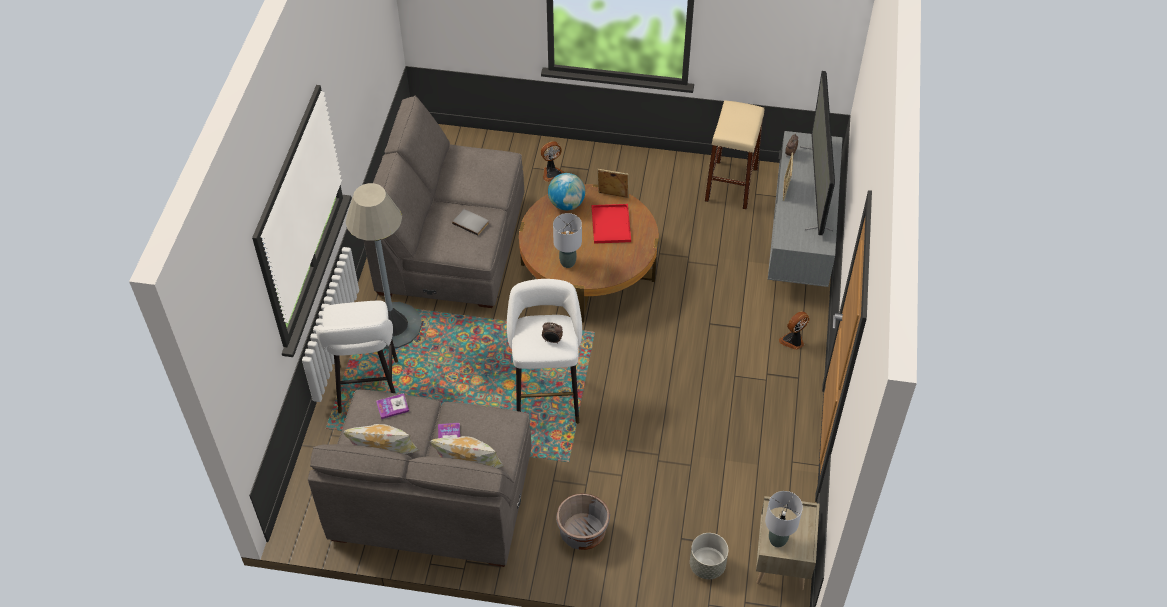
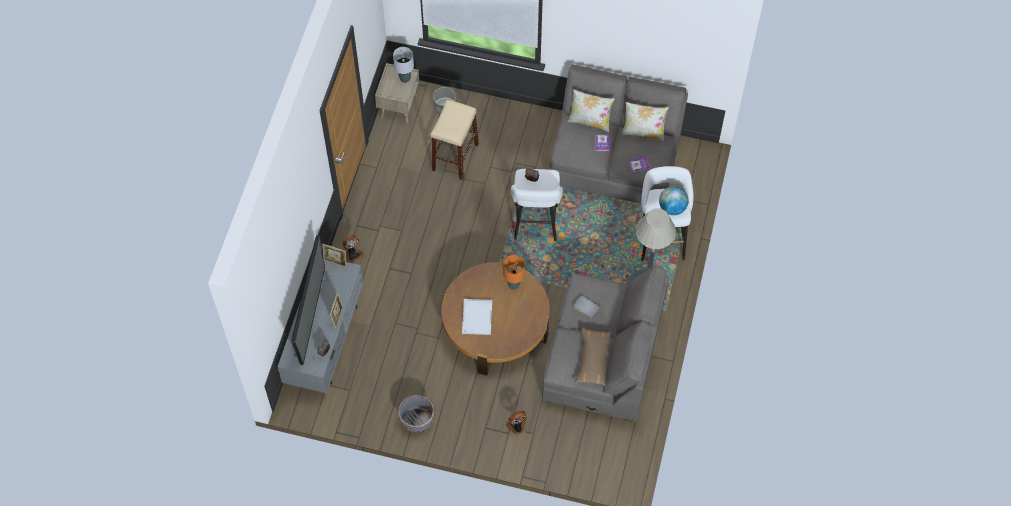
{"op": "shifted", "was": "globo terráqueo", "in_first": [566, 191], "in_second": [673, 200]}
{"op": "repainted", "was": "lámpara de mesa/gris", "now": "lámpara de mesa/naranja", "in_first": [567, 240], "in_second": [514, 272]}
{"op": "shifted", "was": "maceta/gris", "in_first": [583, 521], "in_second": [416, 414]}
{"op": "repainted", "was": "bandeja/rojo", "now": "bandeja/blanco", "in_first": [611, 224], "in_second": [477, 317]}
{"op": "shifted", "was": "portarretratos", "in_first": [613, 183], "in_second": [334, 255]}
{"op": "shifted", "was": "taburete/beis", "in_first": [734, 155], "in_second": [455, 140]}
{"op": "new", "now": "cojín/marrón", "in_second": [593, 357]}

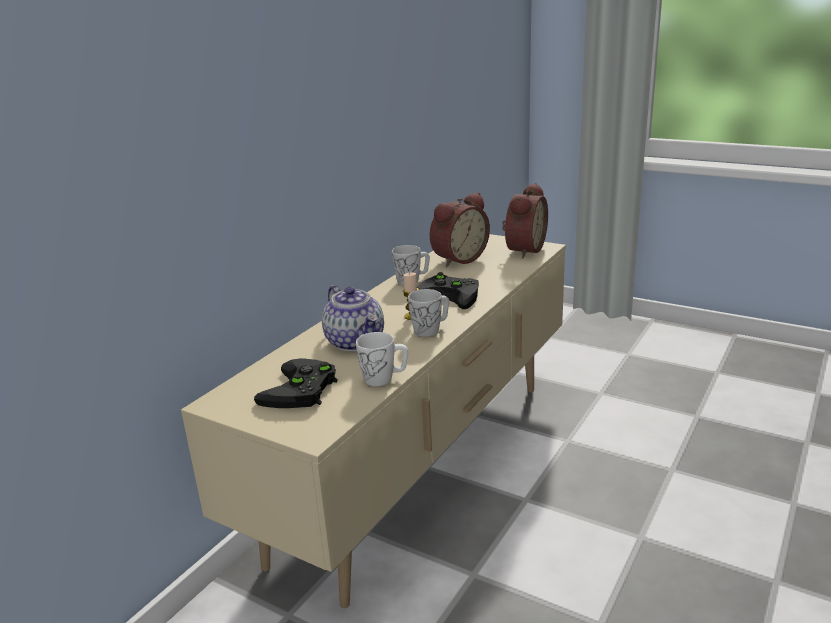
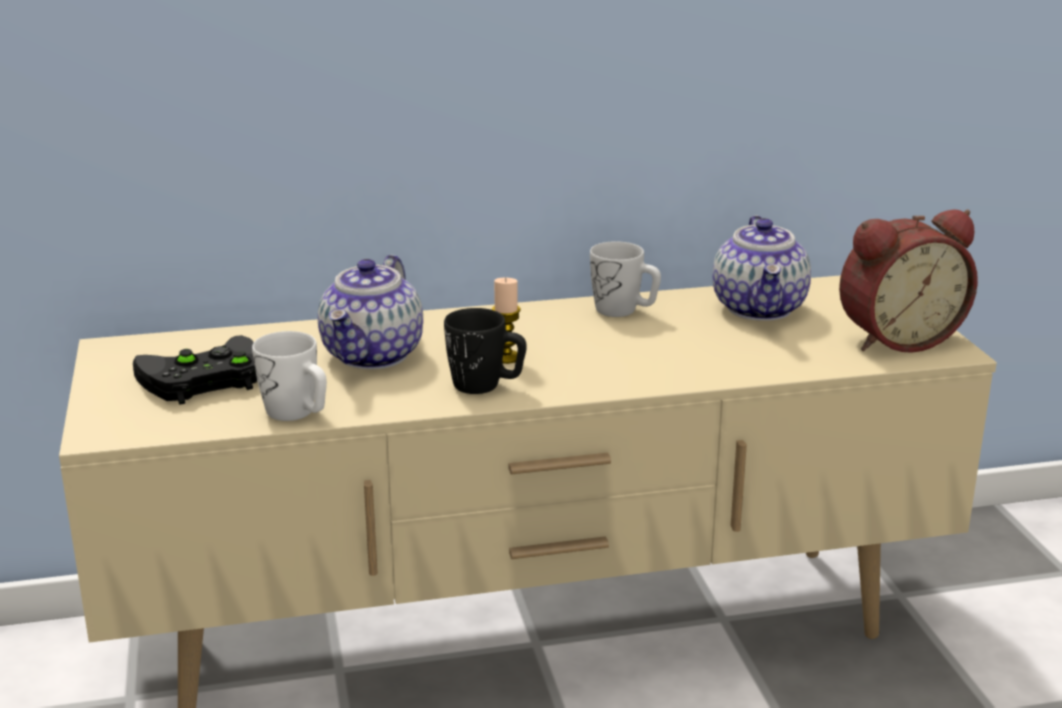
{"op": "repainted", "was": "taza grande/blanco", "now": "taza grande/negro", "in_first": [428, 313], "in_second": [485, 351]}
{"op": "gone", "was": "mando de consola/negro", "in_first": [448, 290]}
{"op": "swapped", "was": "despertador", "now": "tetera", "in_first": [460, 230], "in_second": [762, 268]}

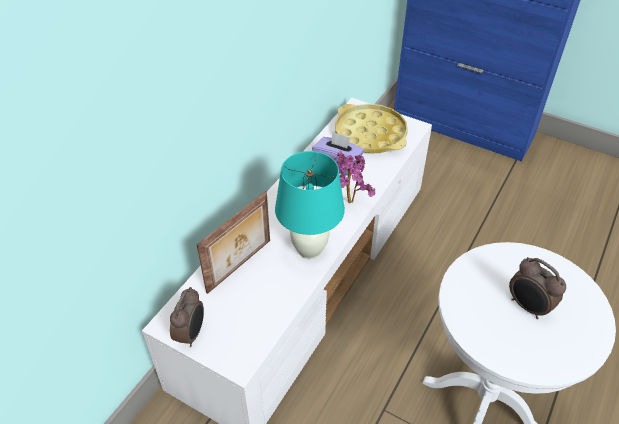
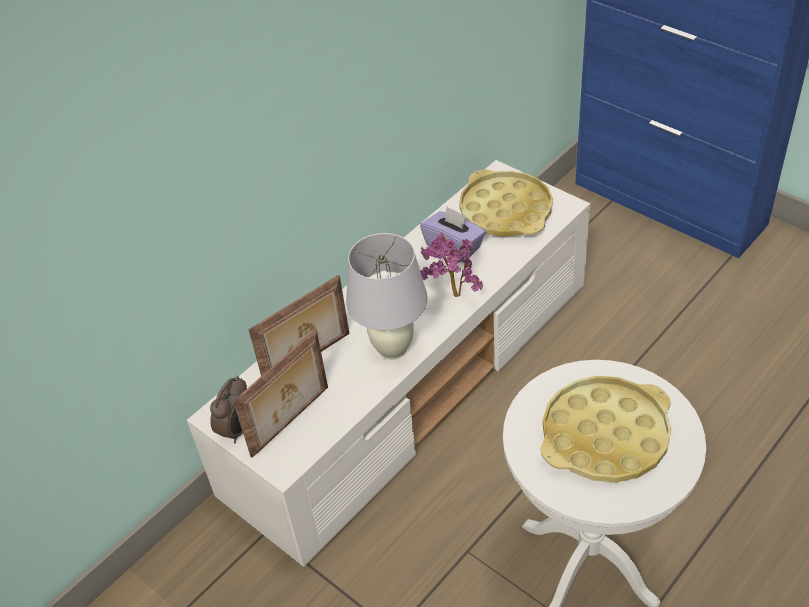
{"op": "repainted", "was": "lámpara de mesa/turquesa", "now": "lámpara de mesa/blanco", "in_first": [310, 205], "in_second": [387, 296]}
{"op": "swapped", "was": "despertador", "now": "bandeja/amarillo", "in_first": [537, 288], "in_second": [605, 429]}
{"op": "new", "now": "portarretratos", "in_second": [280, 393]}

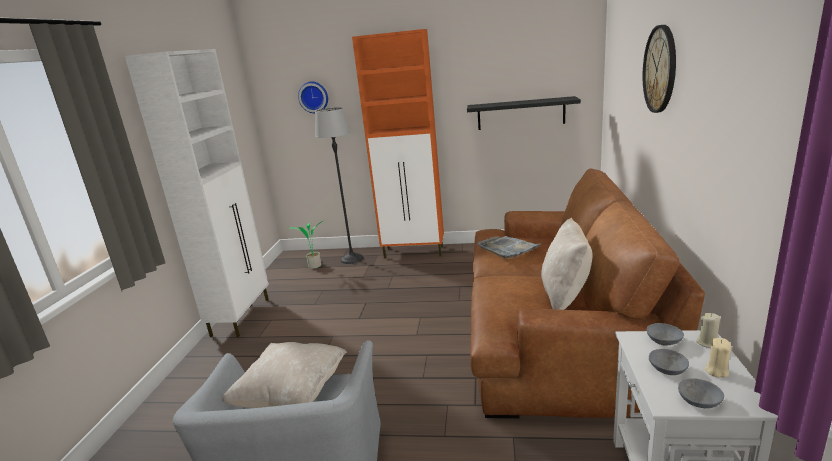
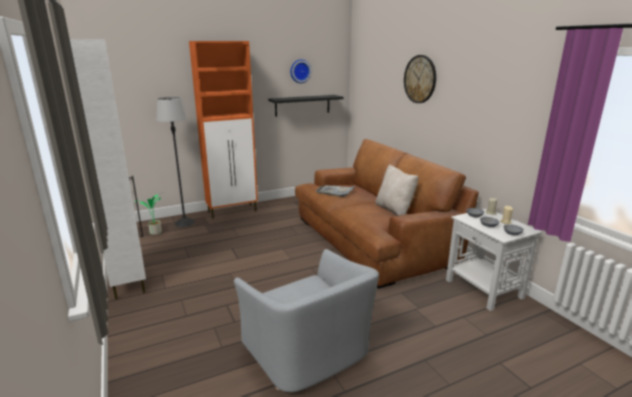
{"op": "gone", "was": "cojín/beis", "in_first": [284, 375]}
{"op": "shifted", "was": "reloj de pared", "in_first": [313, 97], "in_second": [300, 71]}

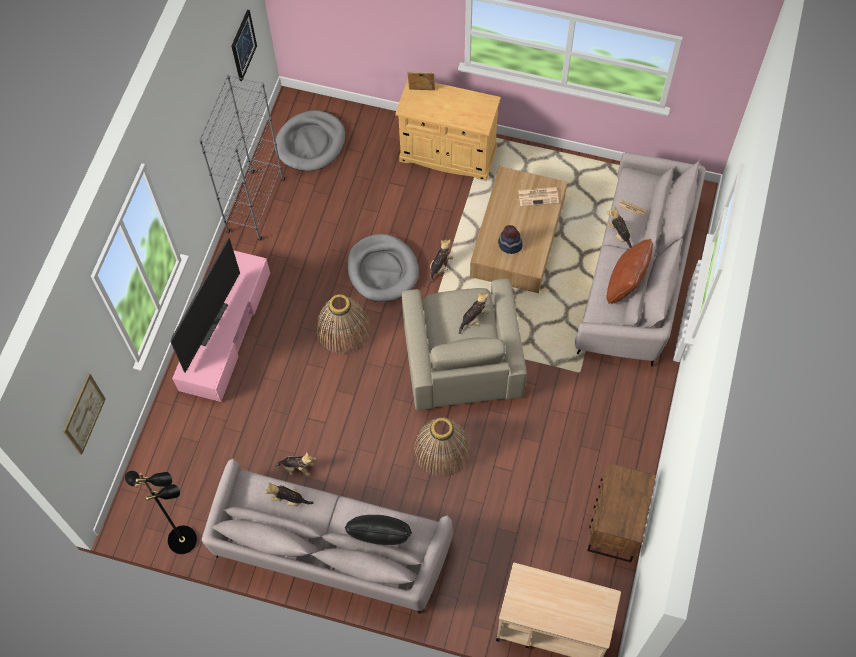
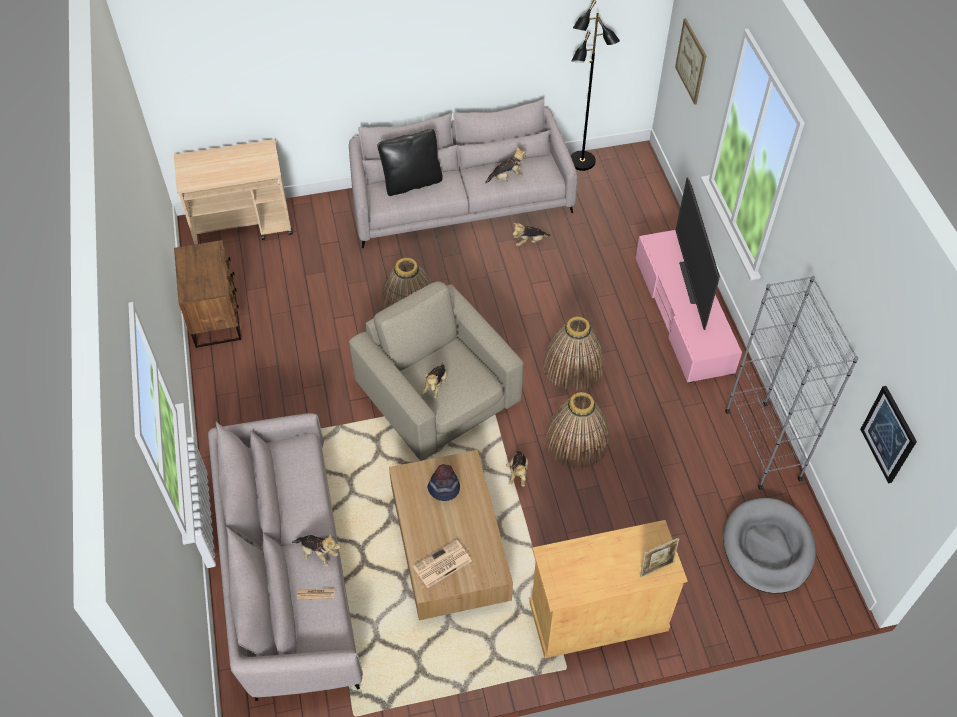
{"op": "swapped", "was": "cama para perro/gris", "now": "cesta", "in_first": [383, 268], "in_second": [576, 430]}
{"op": "gone", "was": "cojín/marrón", "in_first": [629, 271]}

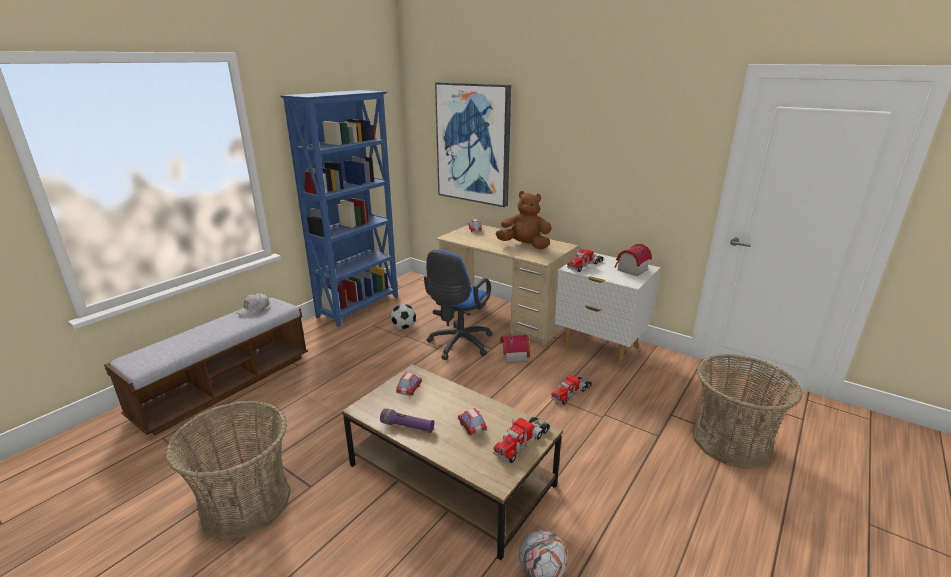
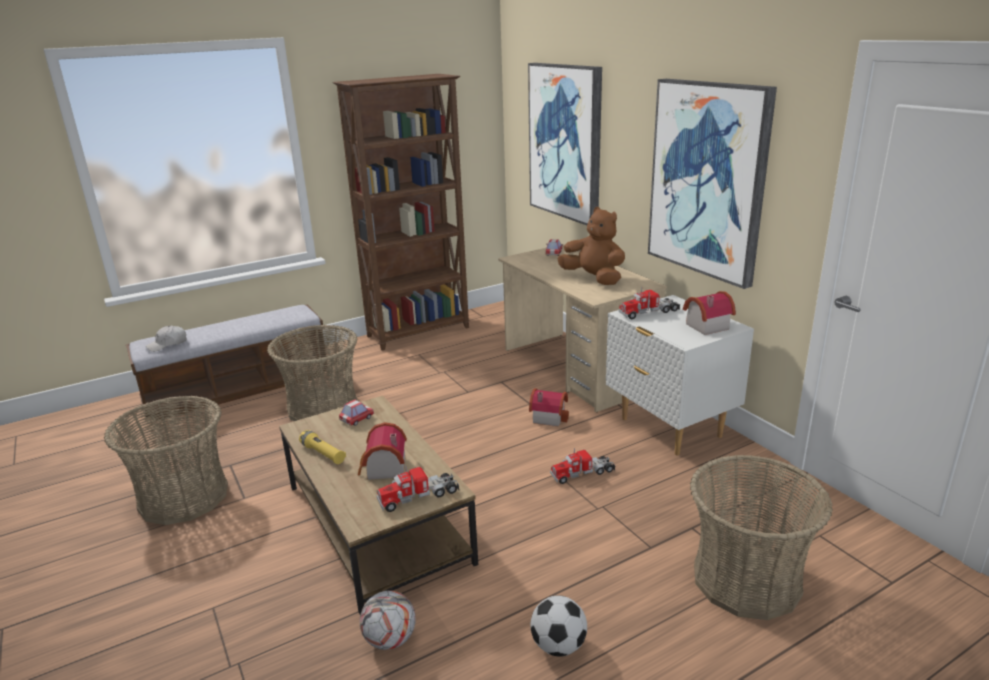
{"op": "shifted", "was": "gorra/blanco", "in_first": [252, 305], "in_second": [166, 339]}
{"op": "repainted", "was": "estantería/azul", "now": "estantería/marrón", "in_first": [339, 208], "in_second": [400, 212]}
{"op": "repainted", "was": "linterna/morado", "now": "linterna/amarillo", "in_first": [407, 421], "in_second": [322, 447]}
{"op": "shifted", "was": "balón de fútbol", "in_first": [403, 316], "in_second": [558, 625]}
{"op": "gone", "was": "silla de oficina/azul", "in_first": [458, 304]}
{"op": "swapped", "was": "coche de juguete", "now": "casita", "in_first": [472, 422], "in_second": [382, 451]}
{"op": "new", "now": "cesta", "in_second": [312, 373]}
{"op": "new", "now": "cuadro", "in_second": [712, 184]}

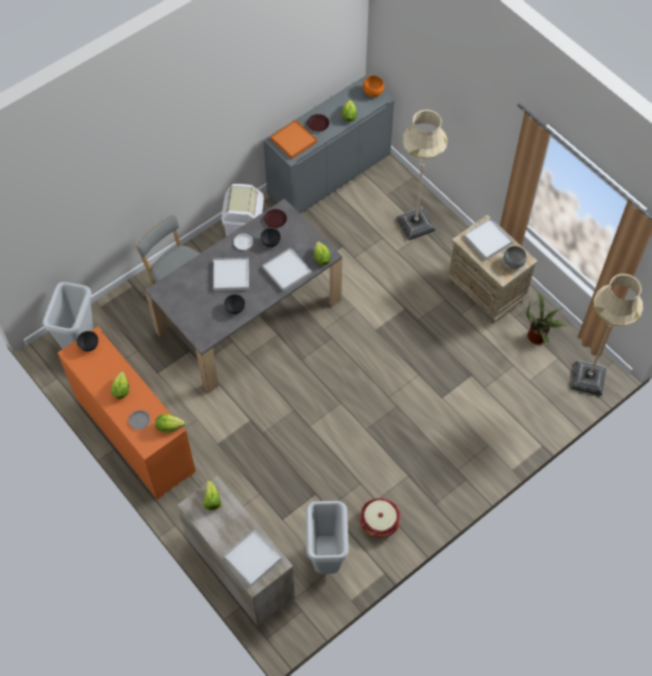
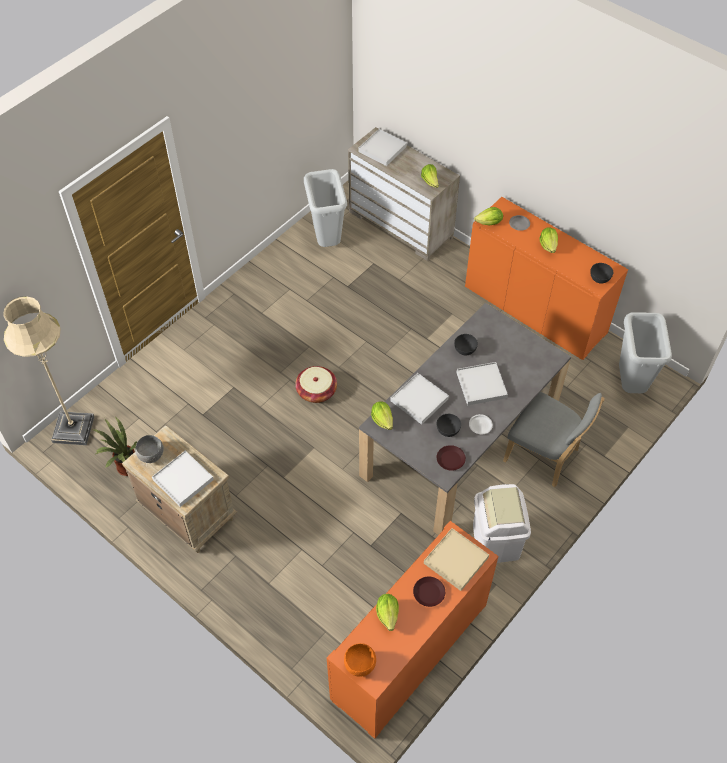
{"op": "repainted", "was": "armario/gris", "now": "armario/naranja", "in_first": [328, 144], "in_second": [412, 630]}
{"op": "repainted", "was": "bandeja/naranja", "now": "bandeja/beis", "in_first": [293, 139], "in_second": [456, 559]}
{"op": "shifted", "was": "cesta", "in_first": [380, 518], "in_second": [316, 384]}
{"op": "gone", "was": "lámpara de pie/beis", "in_first": [422, 174]}

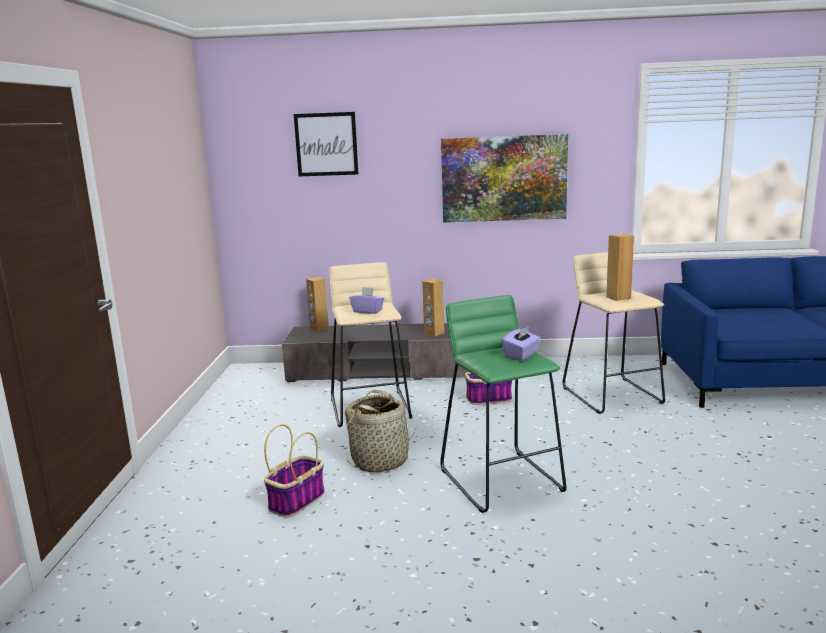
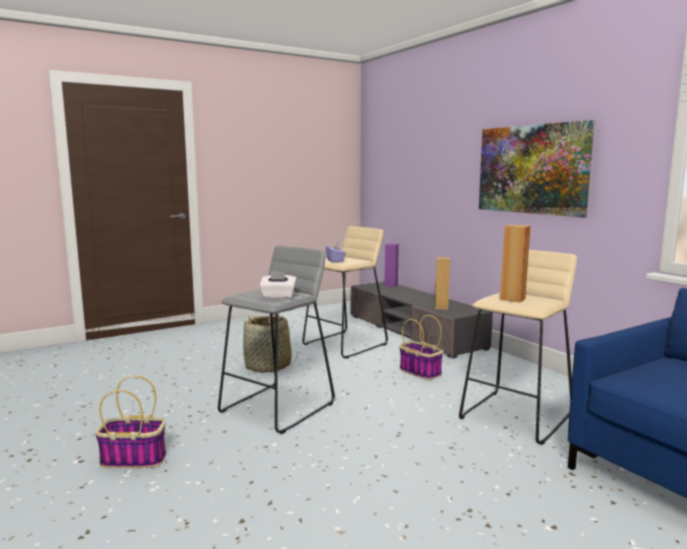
{"op": "shifted", "was": "cesta", "in_first": [294, 471], "in_second": [130, 421]}
{"op": "gone", "was": "cuadro", "in_first": [326, 144]}
{"op": "repainted", "was": "altavoz/marrón", "now": "altavoz/morado", "in_first": [317, 305], "in_second": [392, 265]}
{"op": "repainted", "was": "taburete/verde", "now": "taburete/gris", "in_first": [503, 404], "in_second": [276, 340]}
{"op": "repainted", "was": "caja de pañuelos/morado", "now": "caja de pañuelos/blanco", "in_first": [521, 343], "in_second": [278, 285]}

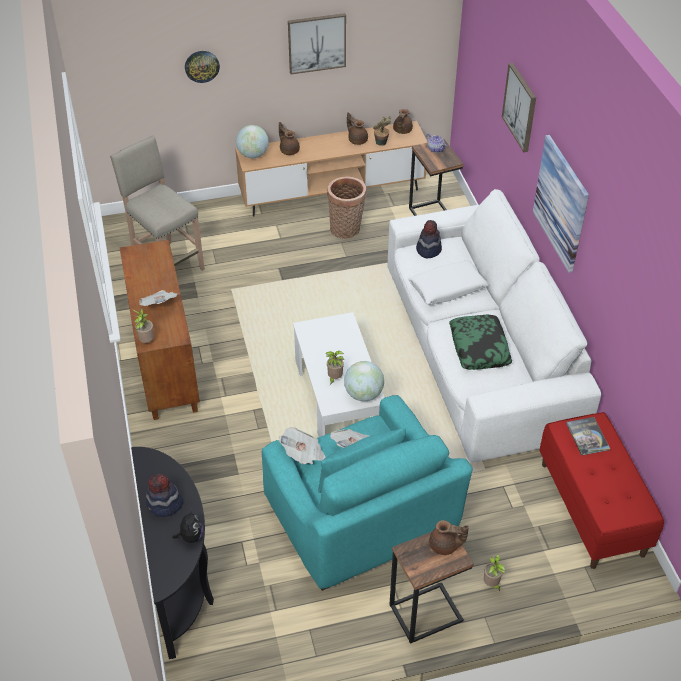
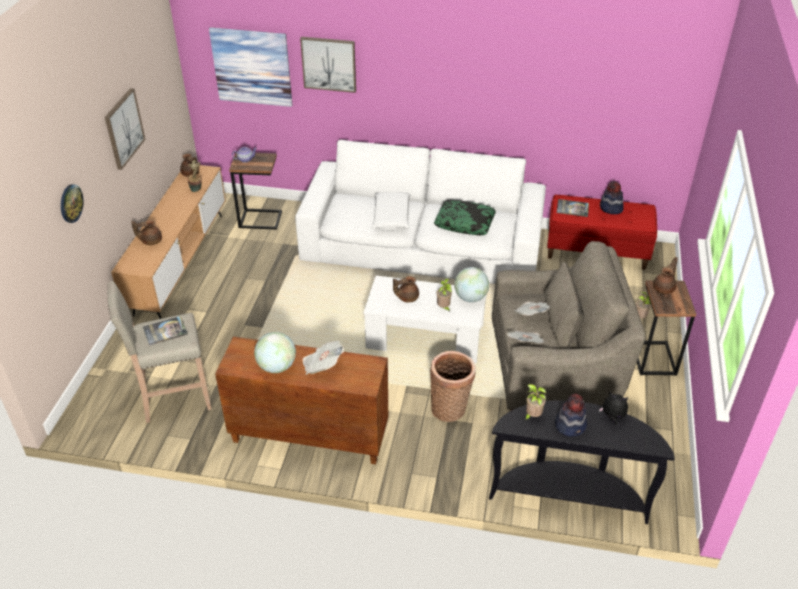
{"op": "shifted", "was": "planta en maceta", "in_first": [143, 325], "in_second": [535, 402]}
{"op": "shifted", "was": "globo terráqueo", "in_first": [252, 141], "in_second": [275, 352]}
{"op": "repainted", "was": "sillón/turquesa", "now": "sillón/gris", "in_first": [367, 493], "in_second": [569, 325]}
{"op": "shifted", "was": "cesta", "in_first": [346, 208], "in_second": [453, 386]}
{"op": "shifted", "was": "tetera/marrón", "in_first": [357, 128], "in_second": [406, 289]}
{"op": "shifted", "was": "sombrero", "in_first": [429, 239], "in_second": [612, 197]}
{"op": "shifted", "was": "cuadro", "in_first": [561, 204], "in_second": [250, 67]}
{"op": "new", "now": "libro", "in_second": [165, 330]}

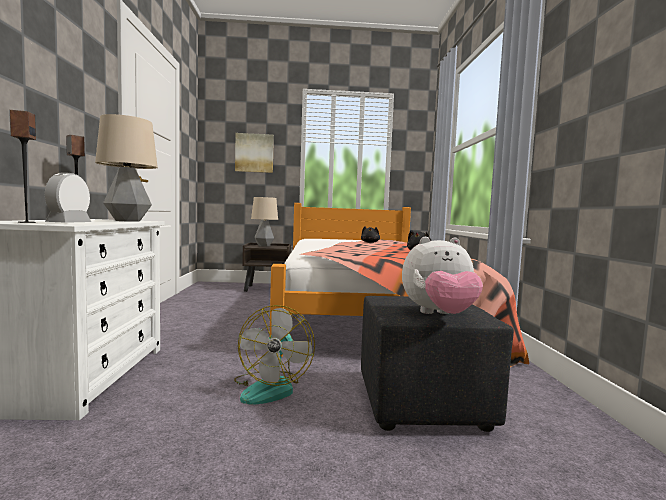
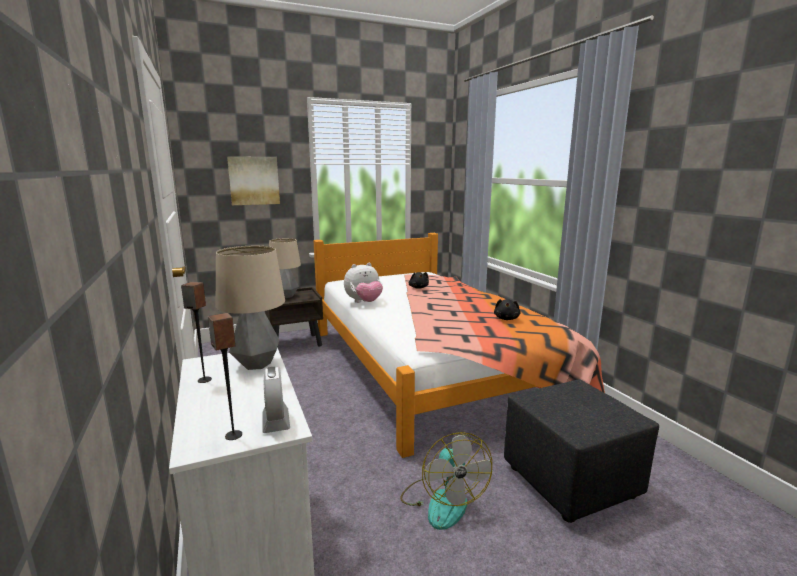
{"op": "shifted", "was": "peluche", "in_first": [442, 275], "in_second": [363, 283]}

